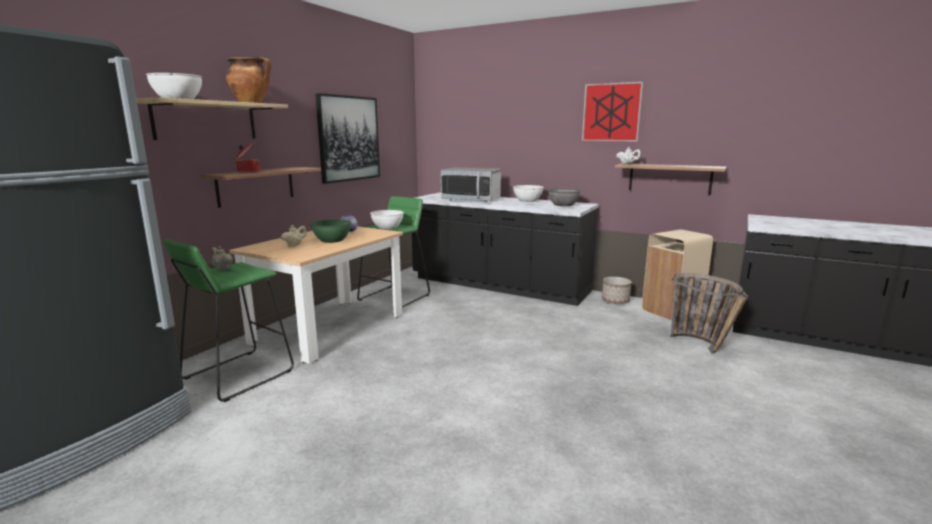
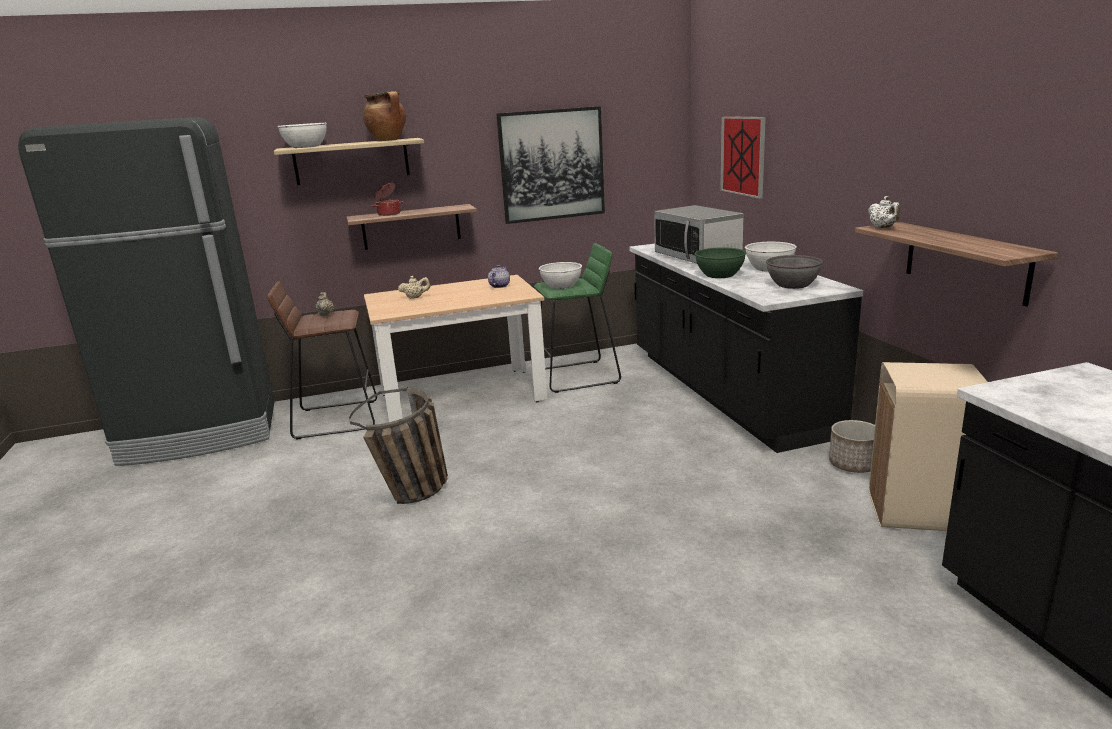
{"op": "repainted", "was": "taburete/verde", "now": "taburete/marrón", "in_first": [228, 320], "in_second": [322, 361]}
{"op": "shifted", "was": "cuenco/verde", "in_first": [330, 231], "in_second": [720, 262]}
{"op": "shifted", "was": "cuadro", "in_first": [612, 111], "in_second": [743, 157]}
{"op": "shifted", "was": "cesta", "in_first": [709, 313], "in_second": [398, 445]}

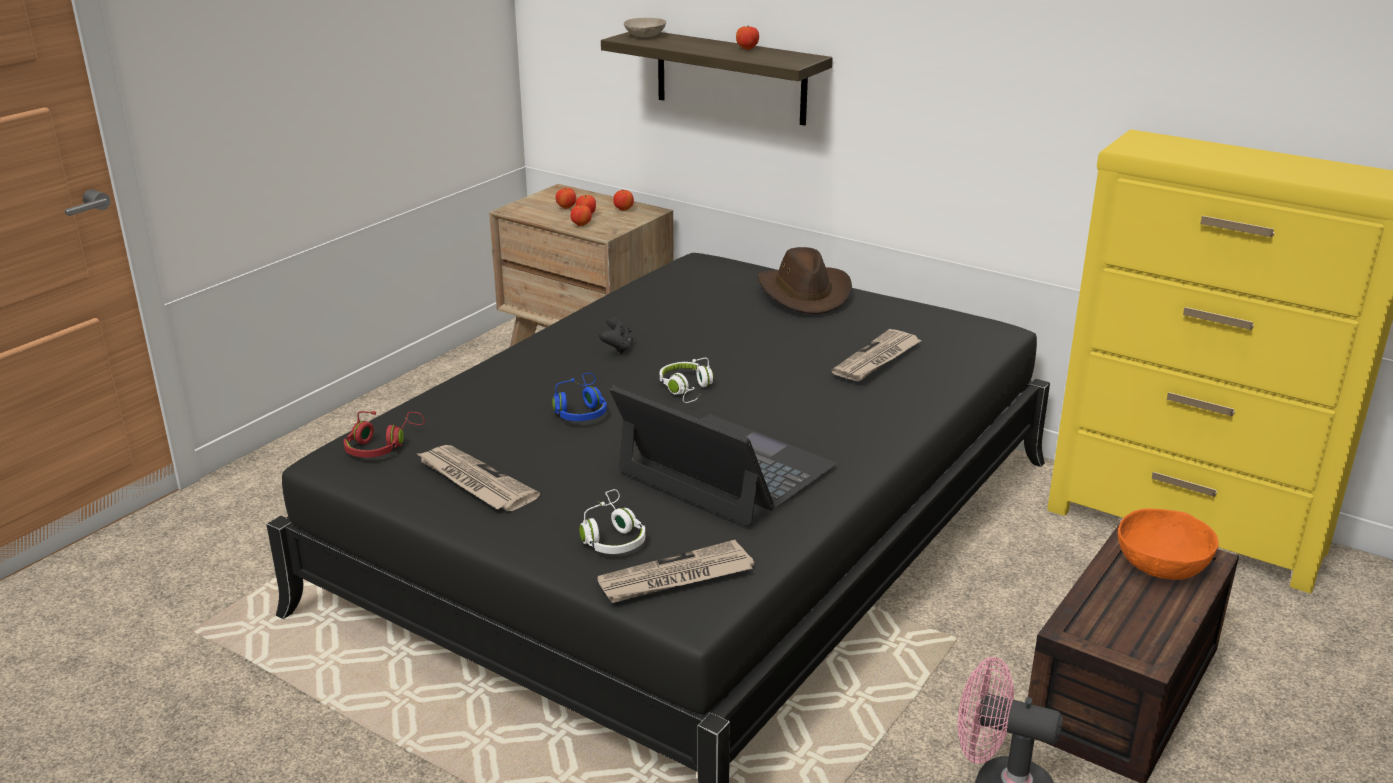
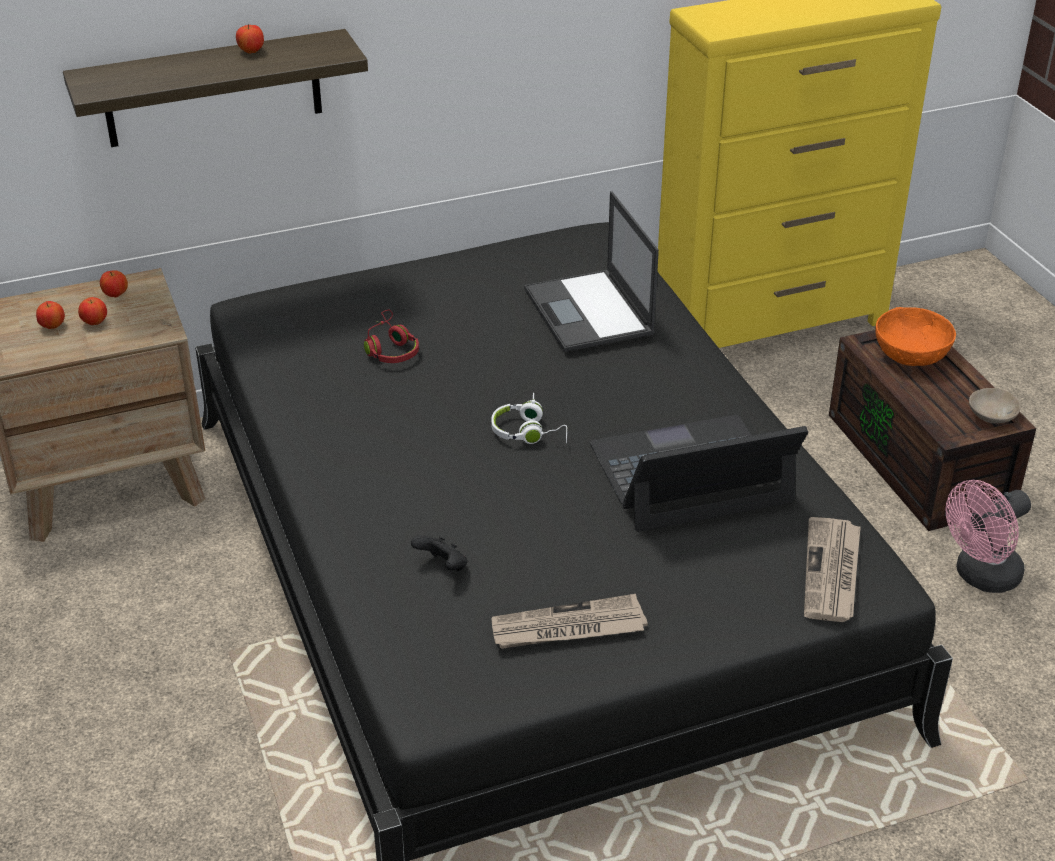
{"op": "shifted", "was": "auriculares/rojo", "in_first": [384, 434], "in_second": [391, 336]}
{"op": "gone", "was": "auriculares/azul", "in_first": [579, 397]}
{"op": "gone", "was": "manzana", "in_first": [581, 215]}
{"op": "gone", "was": "auriculares/blanco", "in_first": [612, 521]}
{"op": "shifted", "was": "mando de consola/negro", "in_first": [616, 335], "in_second": [439, 553]}
{"op": "shifted", "was": "cuenco/beis", "in_first": [645, 28], "in_second": [995, 405]}
{"op": "gone", "was": "sombrero/marrón", "in_first": [804, 280]}
{"op": "swapped", "was": "periódico", "now": "portátil", "in_first": [877, 355], "in_second": [591, 271]}

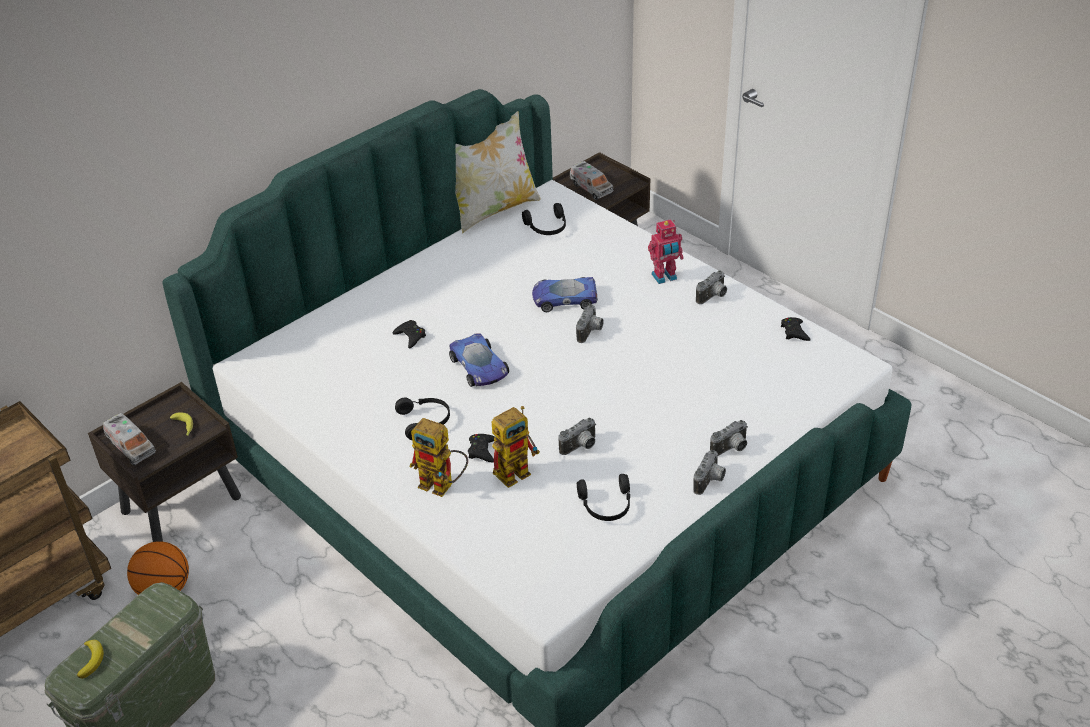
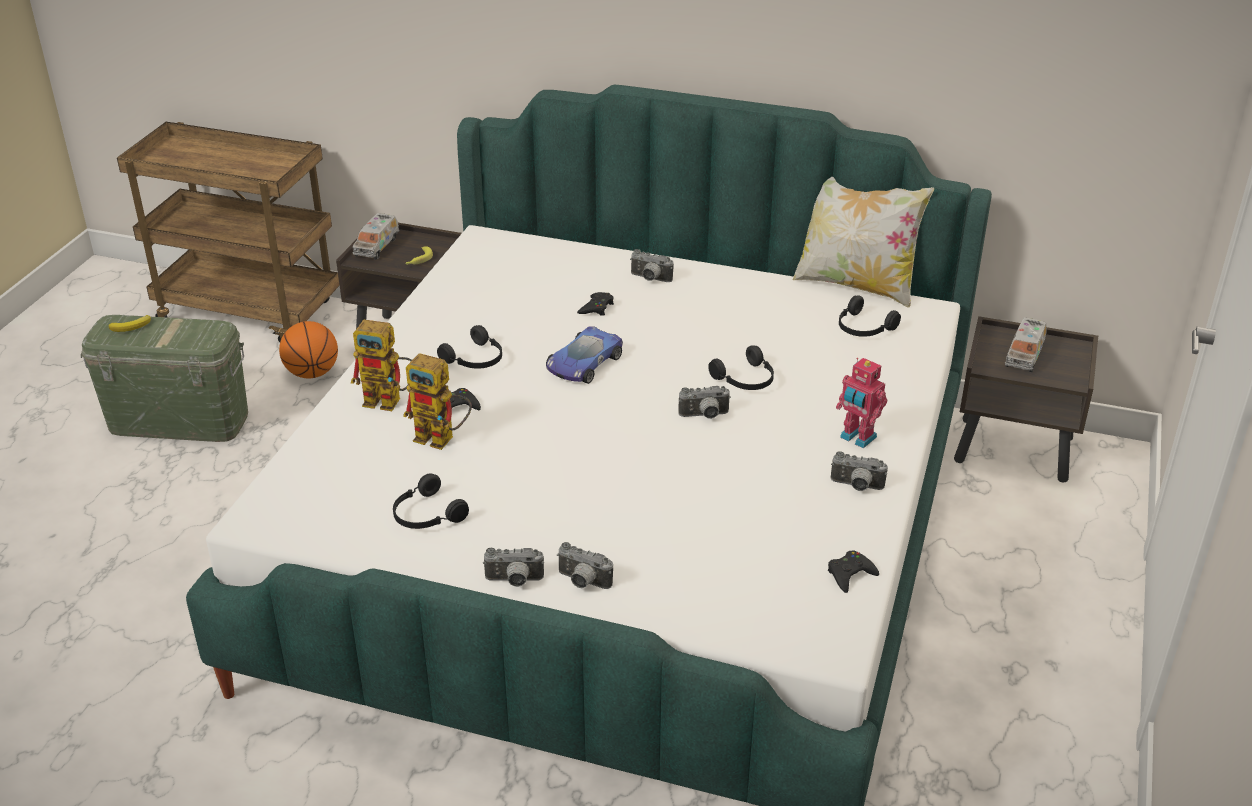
{"op": "rotated", "was": "robot de juguete", "in_first": [439, 457], "in_second": [381, 365], "clockwise": -75}
{"op": "swapped", "was": "coche de juguete", "now": "auriculares/negro", "in_first": [565, 294], "in_second": [741, 367]}
{"op": "shifted", "was": "cámara", "in_first": [577, 436], "in_second": [652, 265]}

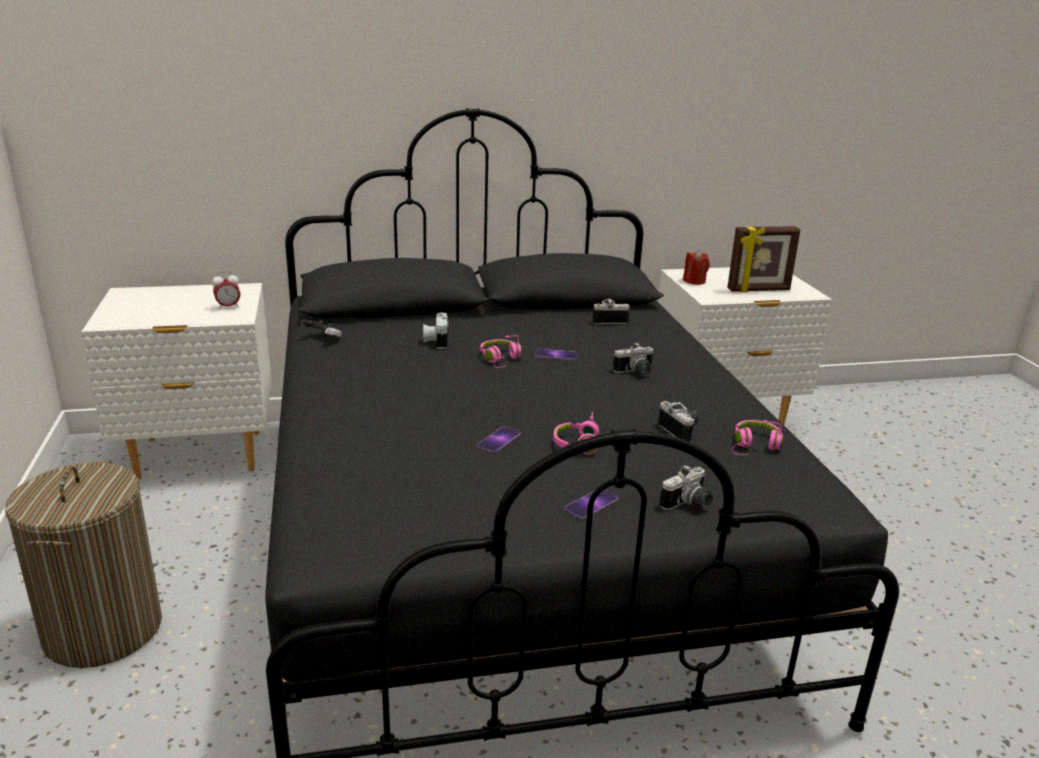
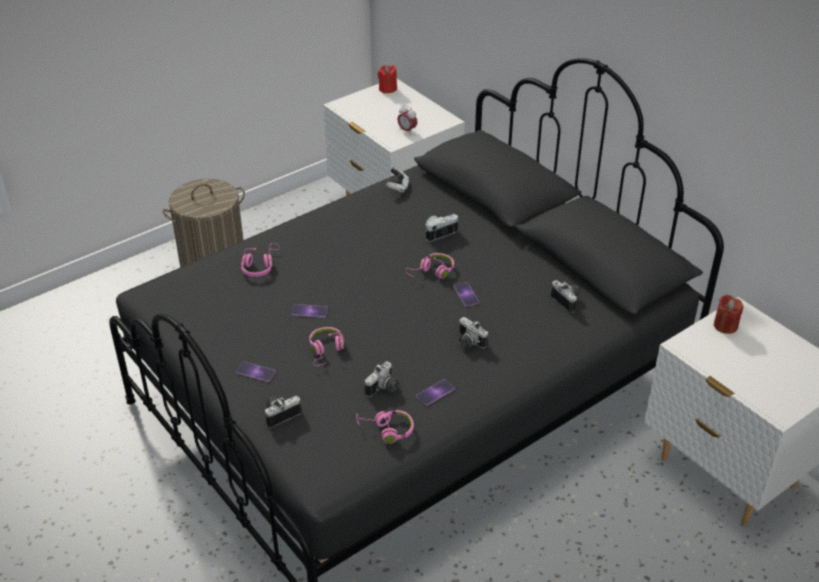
{"op": "rotated", "was": "cámara", "in_first": [686, 487], "in_second": [283, 411], "clockwise": 120}
{"op": "gone", "was": "portarretratos", "in_first": [764, 259]}
{"op": "new", "now": "auriculares/rosa", "in_second": [260, 260]}
{"op": "new", "now": "vela/rojo", "in_second": [387, 79]}
{"op": "new", "now": "móvil", "in_second": [435, 392]}

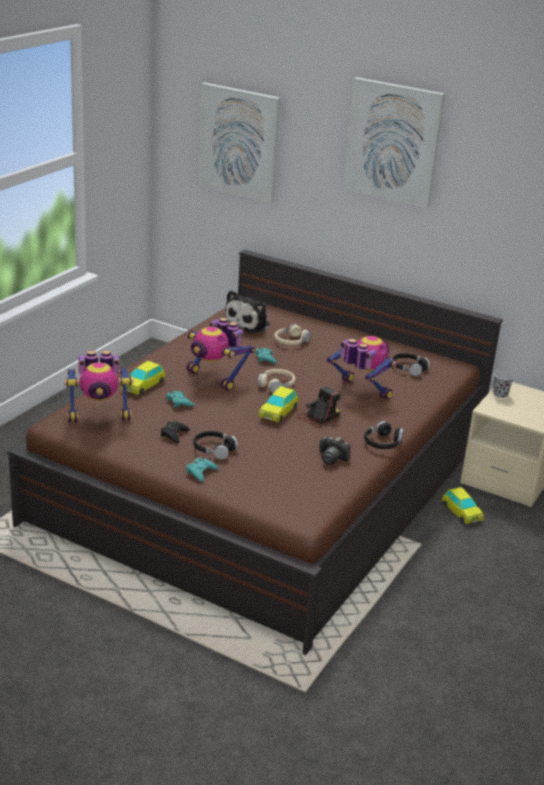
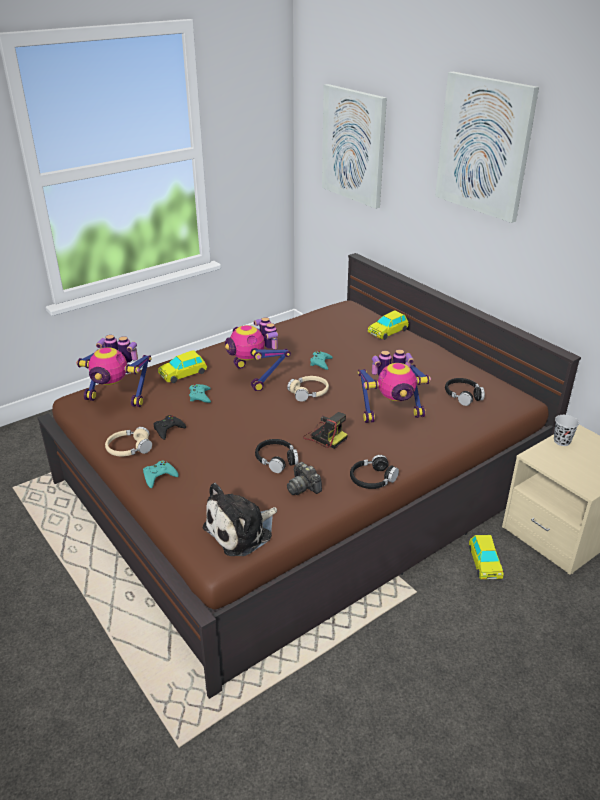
{"op": "shifted", "was": "auriculares/negro", "in_first": [215, 445], "in_second": [277, 456]}
{"op": "shifted", "was": "peluche", "in_first": [247, 311], "in_second": [240, 519]}
{"op": "shifted", "was": "coche de juguete", "in_first": [278, 404], "in_second": [388, 325]}
{"op": "shifted", "was": "auriculares/beis", "in_first": [293, 334], "in_second": [128, 441]}
{"op": "rotated", "was": "cámara", "in_first": [318, 407], "in_second": [325, 430], "clockwise": 60}
{"op": "rotated", "was": "robot de juguete", "in_first": [361, 368], "in_second": [394, 386], "clockwise": 105}

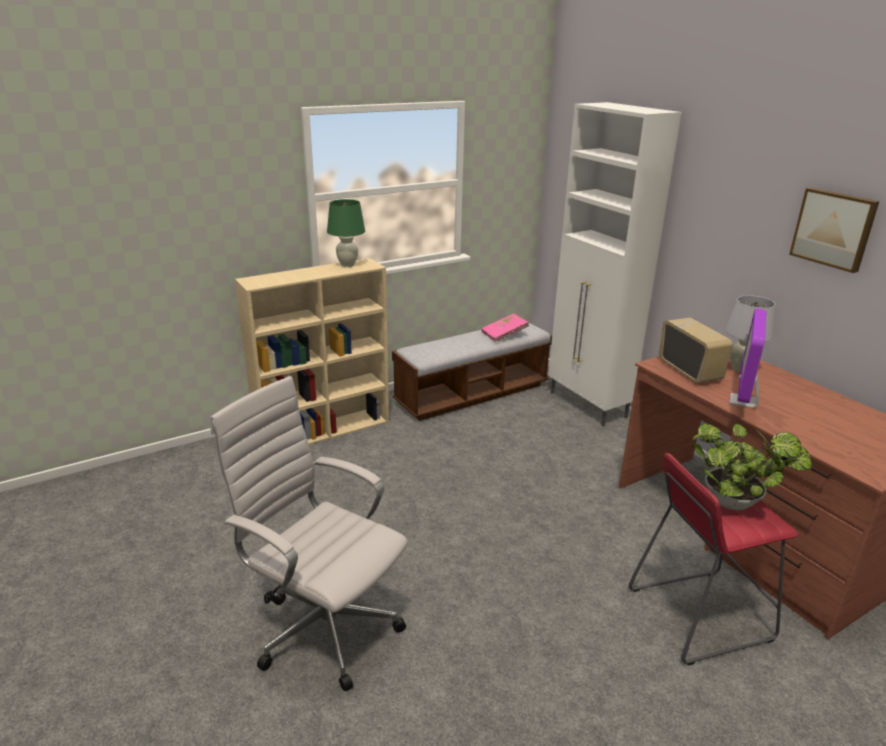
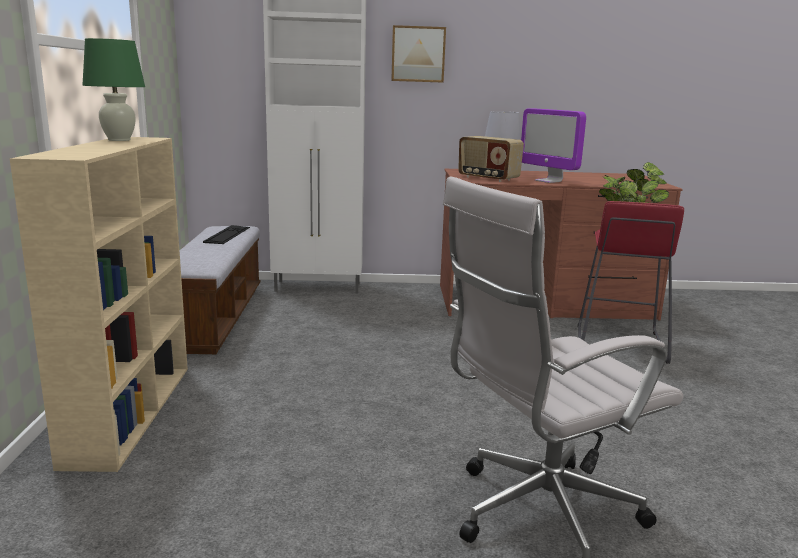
{"op": "swapped", "was": "libro/rosa", "now": "teclado", "in_first": [505, 328], "in_second": [226, 234]}
{"op": "rotated", "was": "radio", "in_first": [696, 350], "in_second": [491, 159], "clockwise": -150}
{"op": "shifted", "was": "cuadro", "in_first": [834, 230], "in_second": [418, 54]}

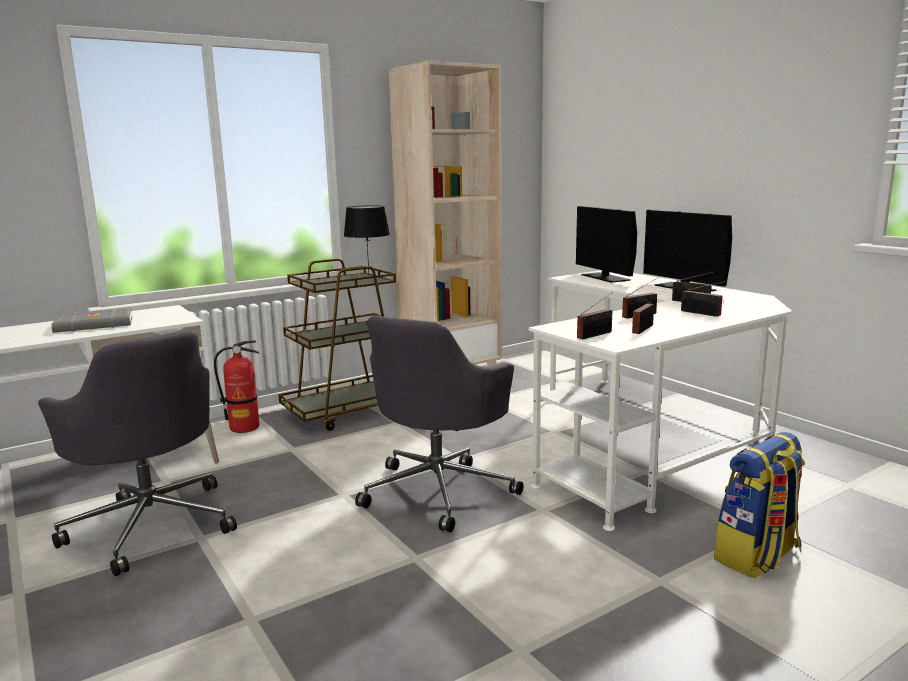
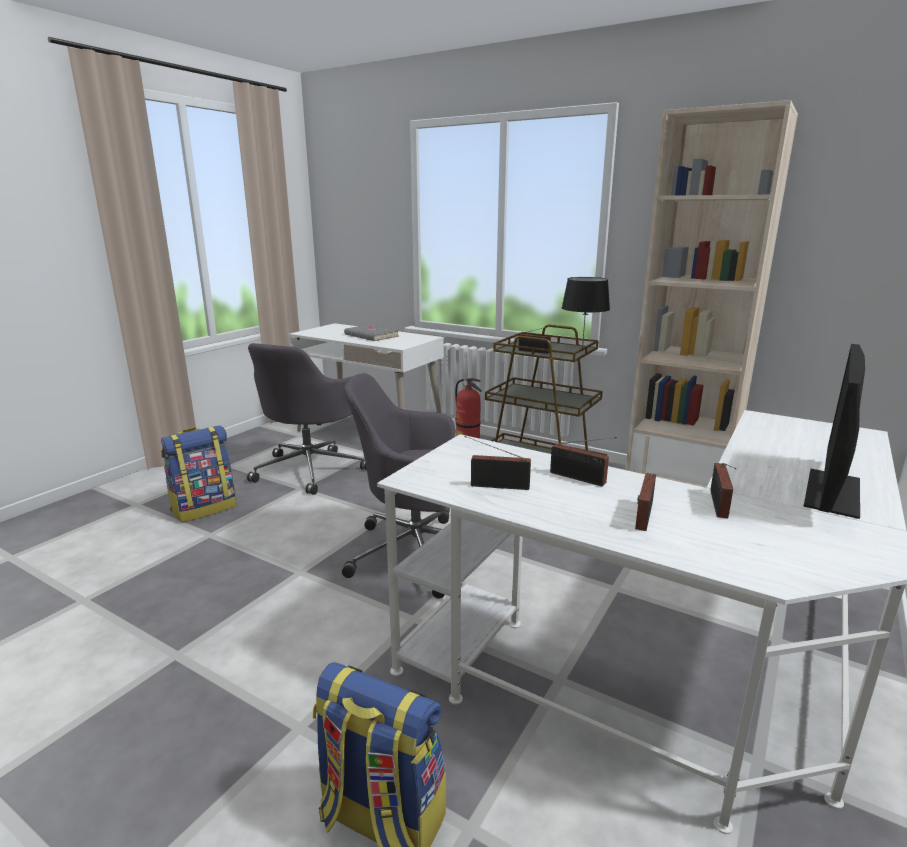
{"op": "gone", "was": "monitor", "in_first": [606, 244]}
{"op": "shifted", "was": "radio", "in_first": [595, 315], "in_second": [536, 339]}
{"op": "new", "now": "mochila", "in_second": [199, 474]}

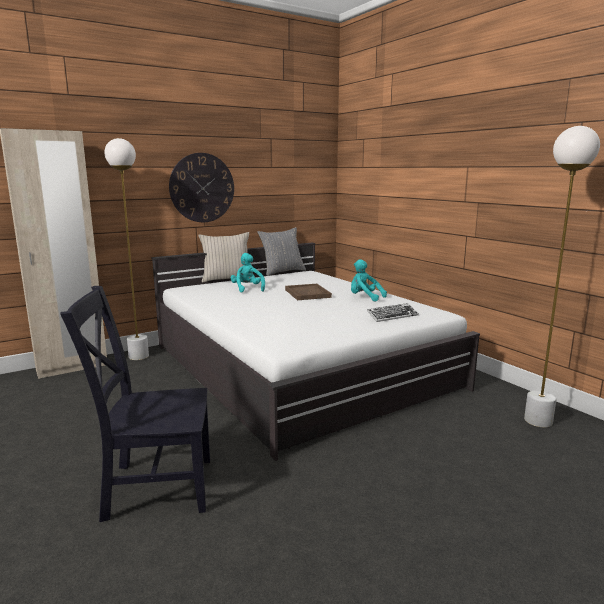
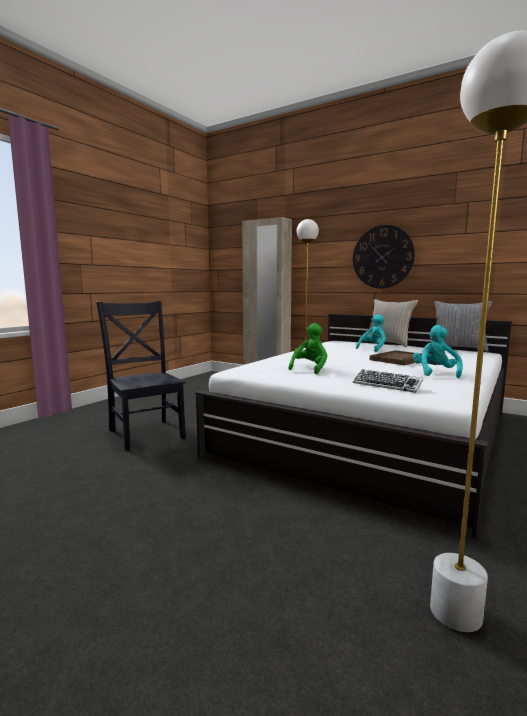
{"op": "new", "now": "peluche/verde", "in_second": [307, 348]}

